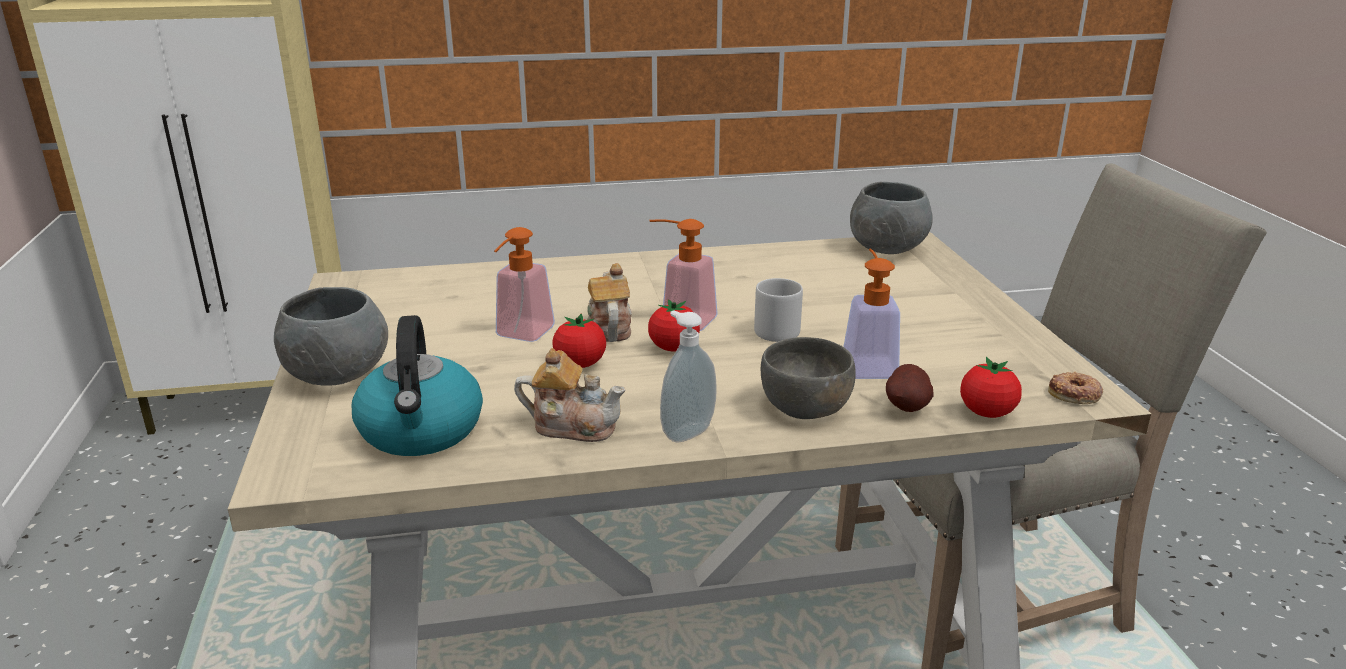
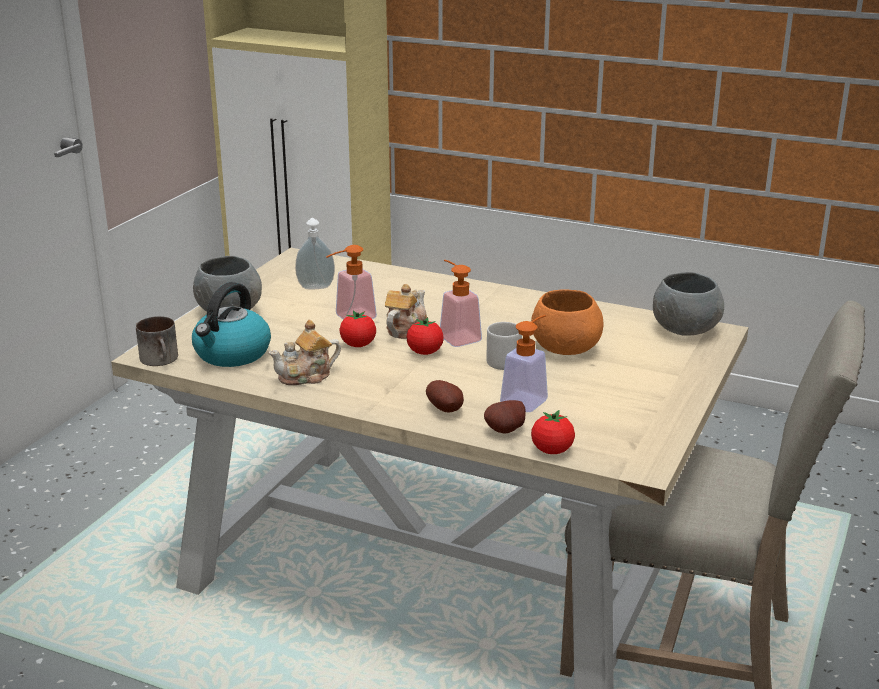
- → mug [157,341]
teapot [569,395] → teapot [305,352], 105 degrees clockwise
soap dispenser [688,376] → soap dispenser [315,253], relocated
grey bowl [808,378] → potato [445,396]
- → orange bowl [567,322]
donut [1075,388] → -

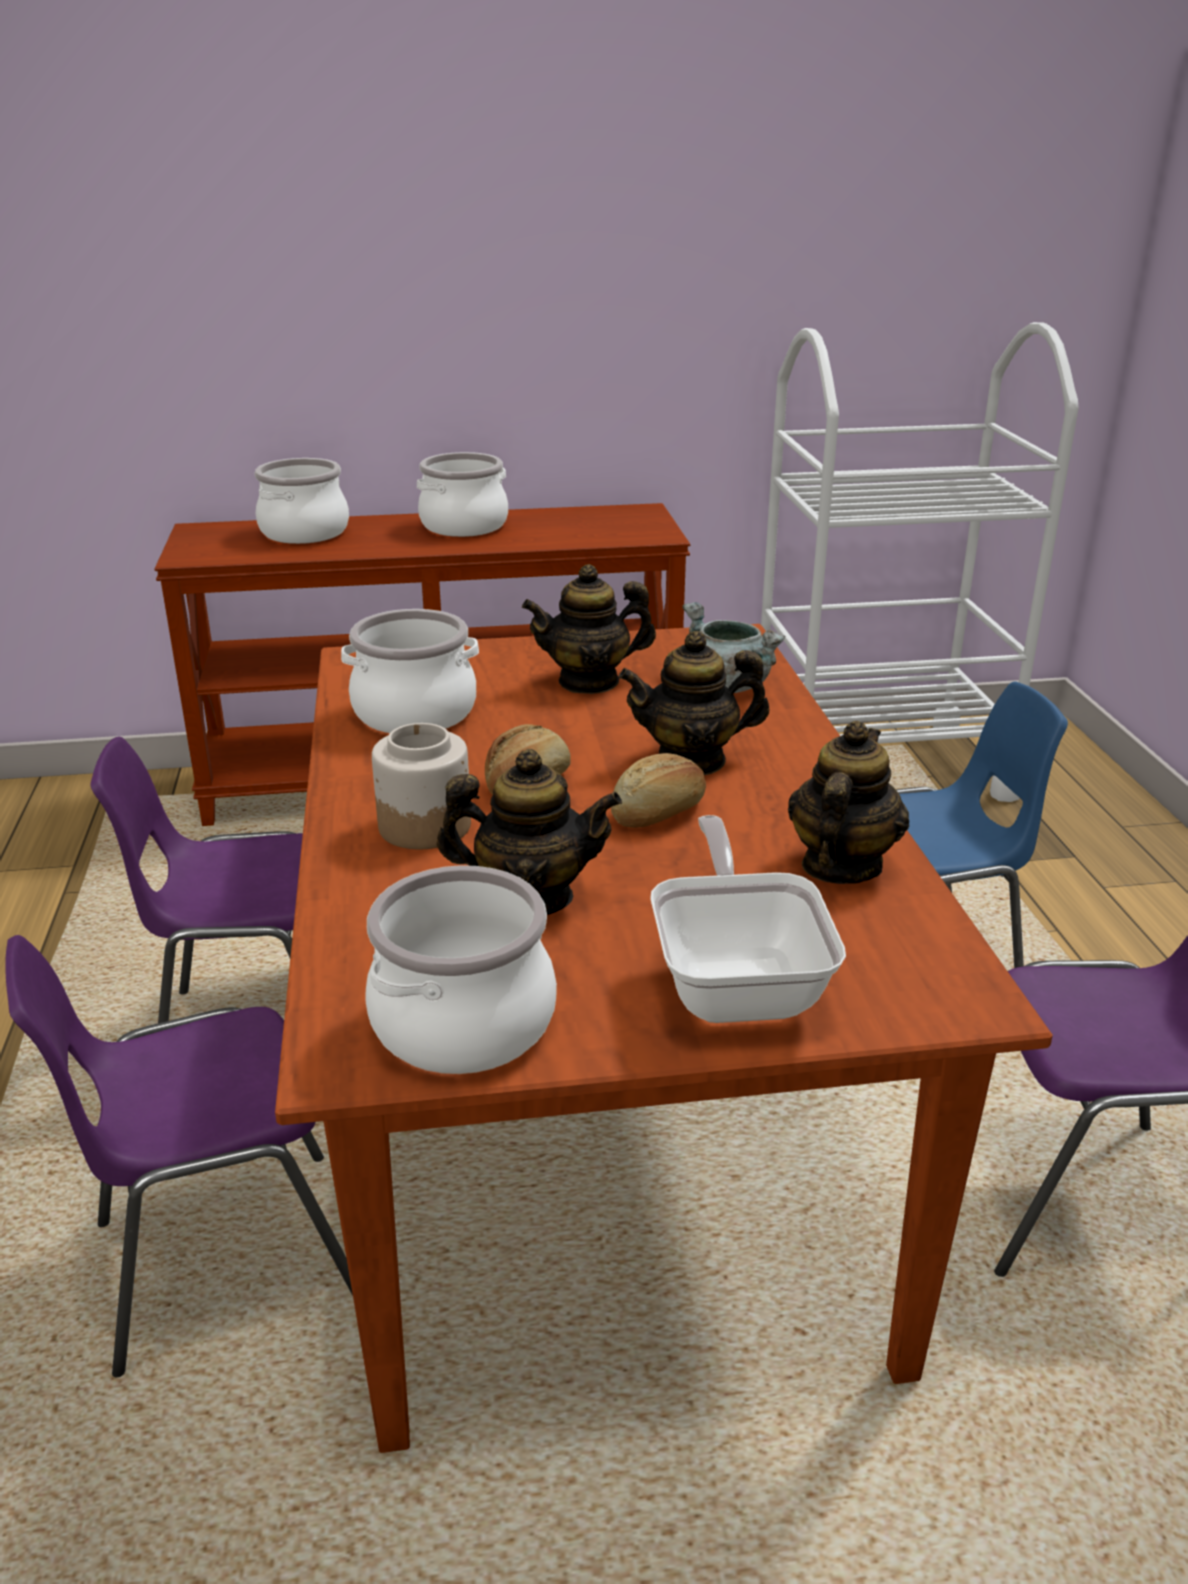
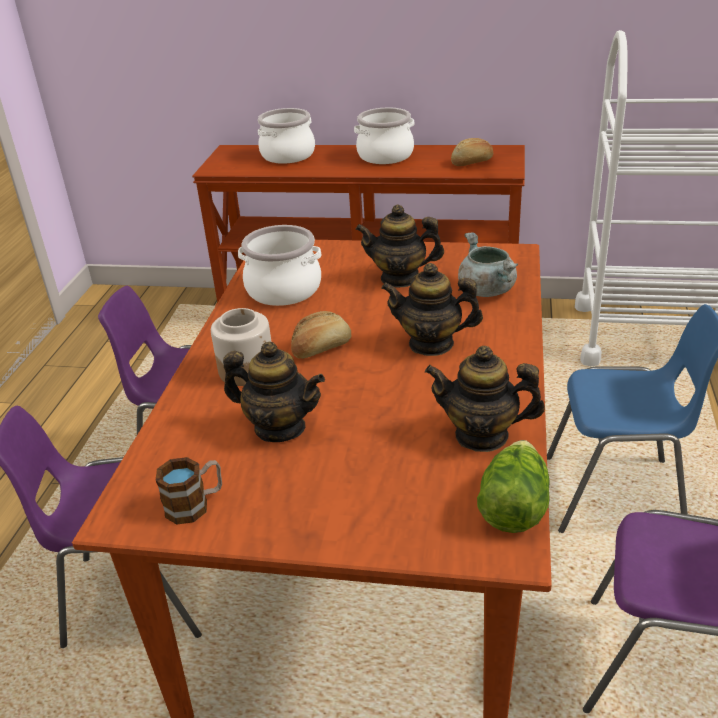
cooking pot [461,969] → mug [188,491]
teapot [848,802] → teapot [485,399], 120 degrees counterclockwise
bread [658,790] → bread [472,152], relocated
- → lettuce [513,486]
frying pan [748,919] → -

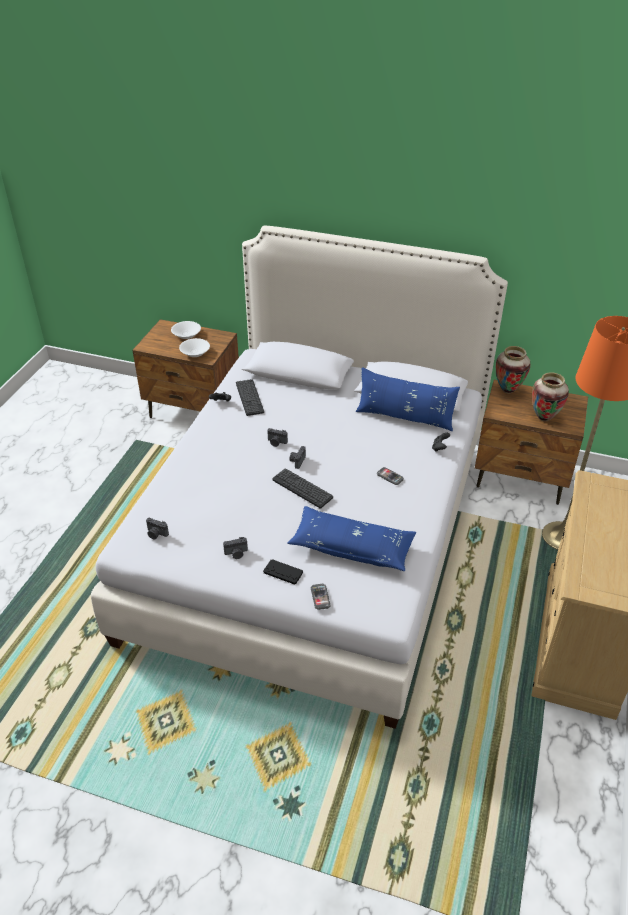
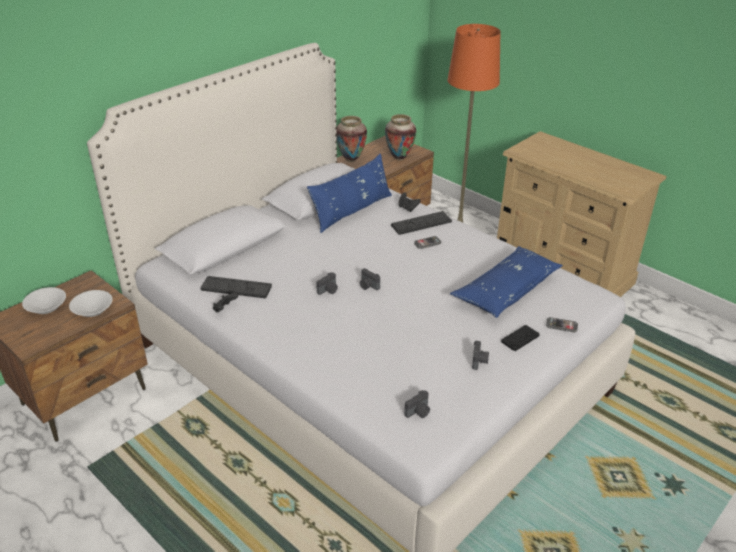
keyboard [302,488] → keyboard [421,223], relocated

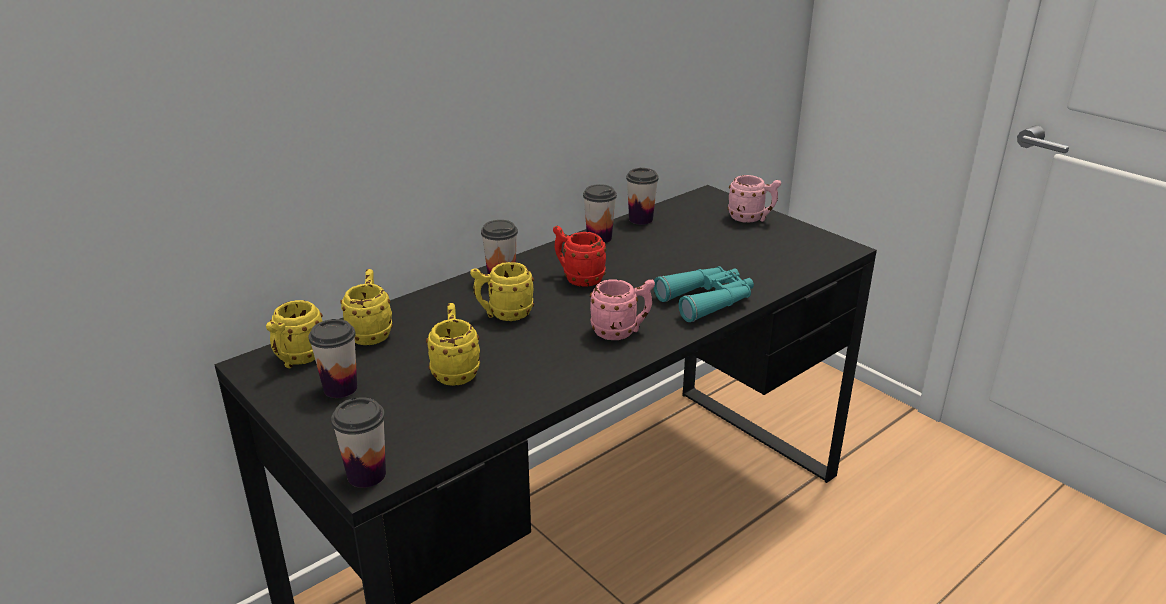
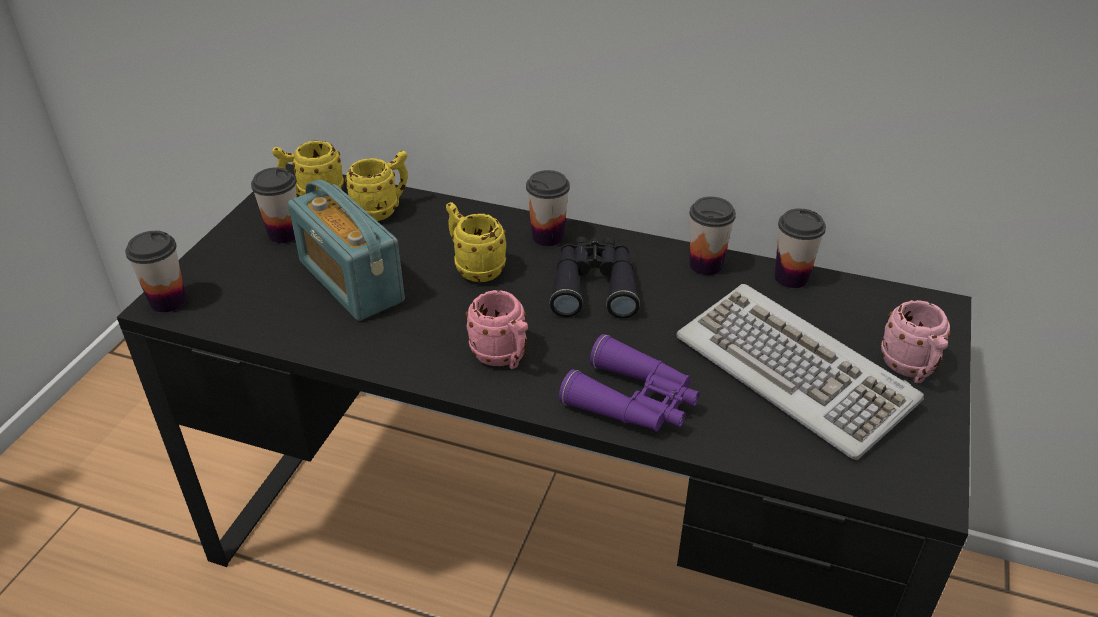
yellow mug [453,344] → radio [346,250]
red mug [579,256] → black binoculars [595,277]
turquoise binoculars [704,294] → purple binoculars [629,383]
- → keyboard [800,372]

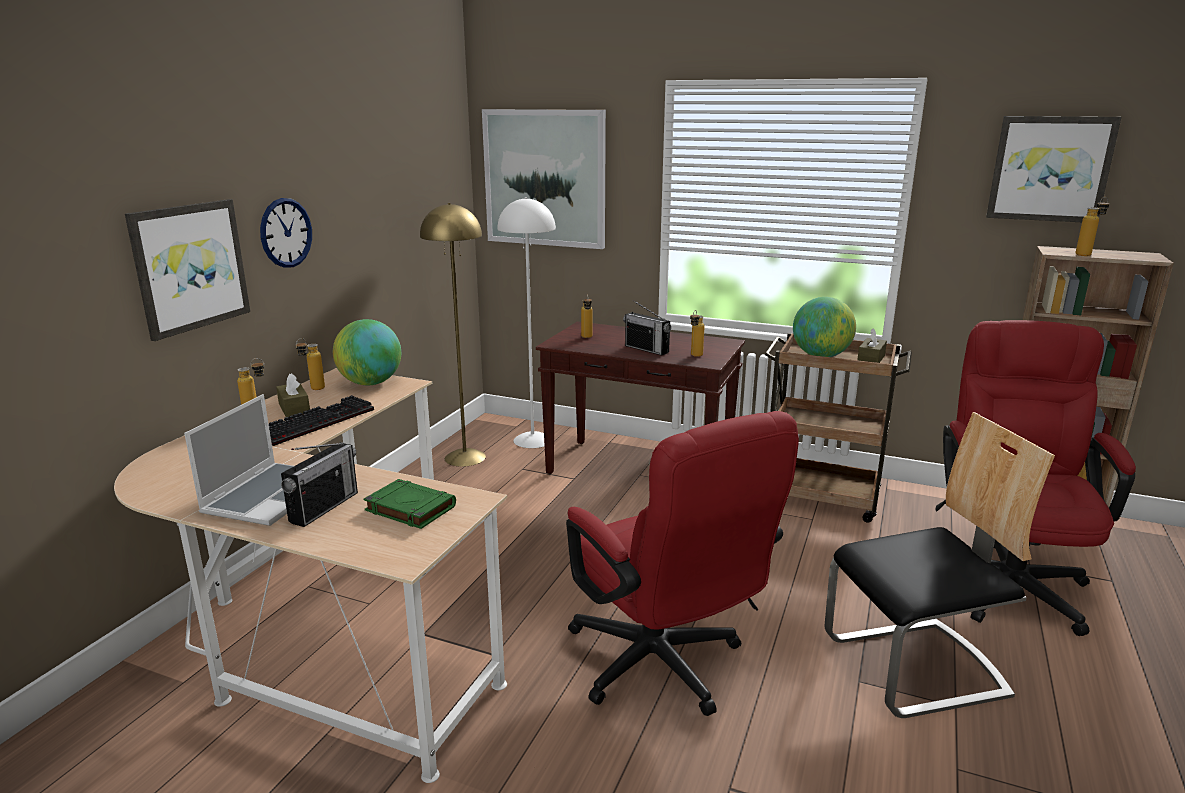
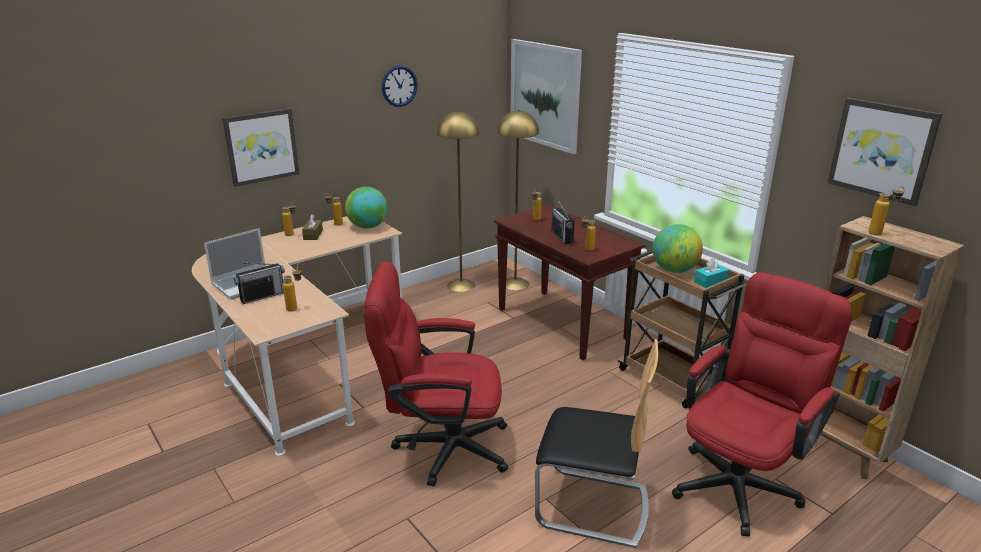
green book [410,504] → bottle [292,289]
red office chair [682,563] → red office chair [436,374], 90 degrees clockwise
wall clock [286,233] → wall clock [399,86], relocated
white floor lamp [527,322] → yellow floor lamp [518,200]
brown tissue box [872,345] → turquoise tissue box [711,272]
keyboard [321,420] → -

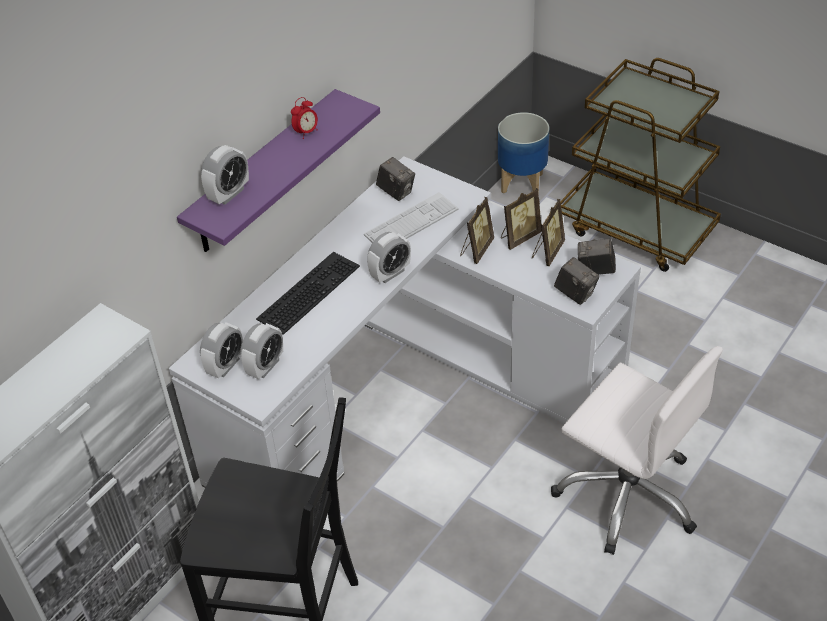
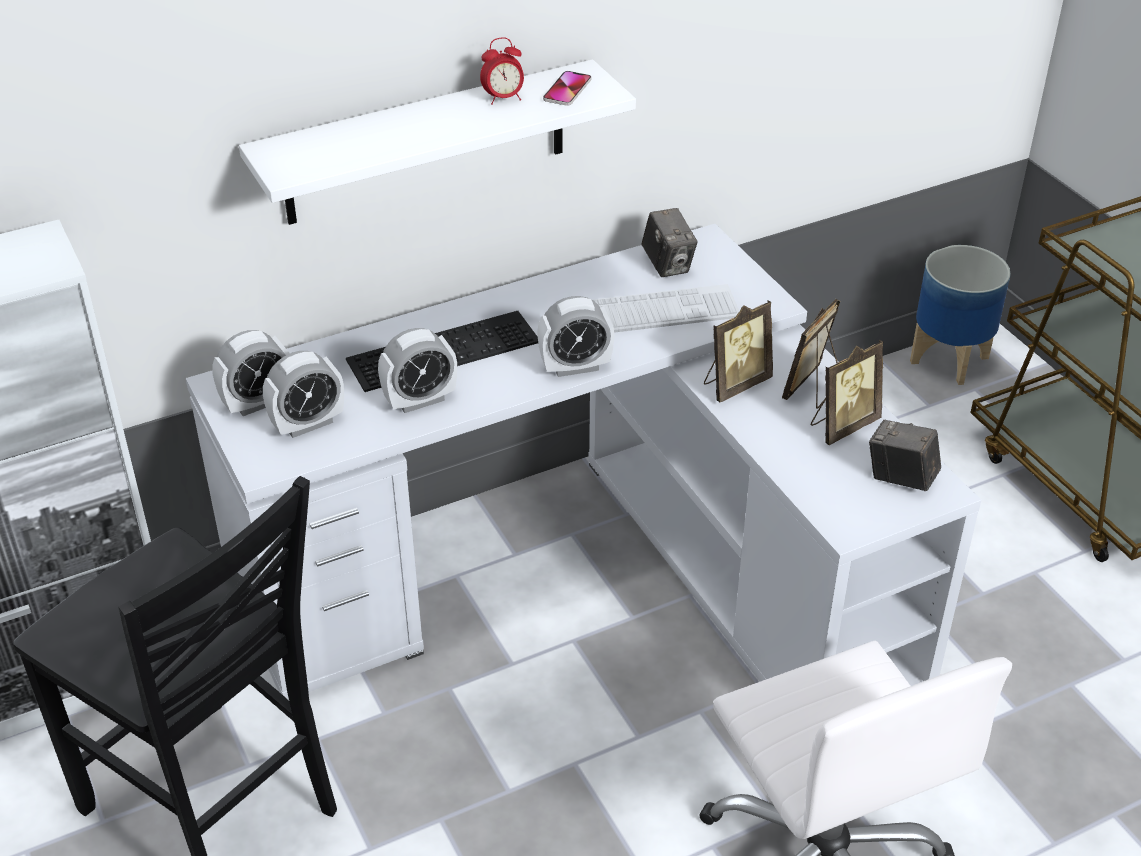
purple shelf [278,170] → white shelf [437,142]
alarm clock [225,175] → alarm clock [417,370], relocated
- → phone [567,88]
picture frame [521,219] → picture frame [811,354], 135 degrees clockwise
photo camera [577,281] → -

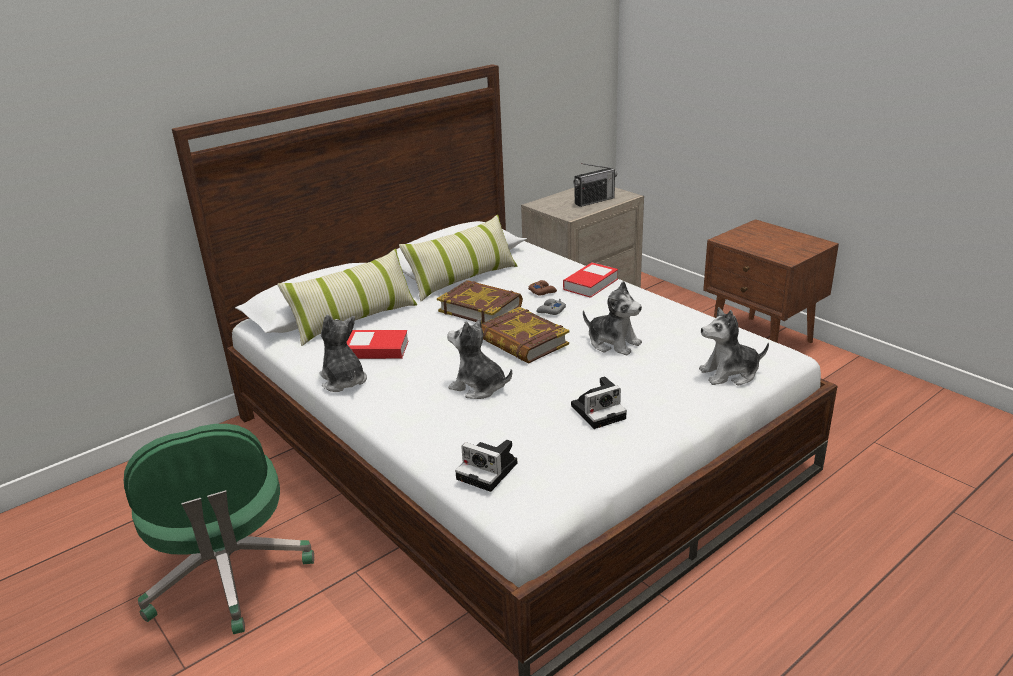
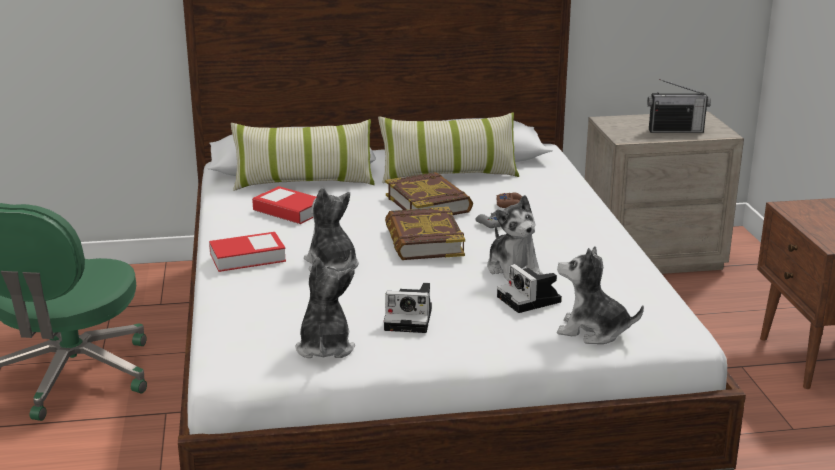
book [590,280] → book [247,252], relocated
plush toy [343,353] → plush toy [325,307], relocated
photo camera [486,466] → photo camera [529,288], relocated

